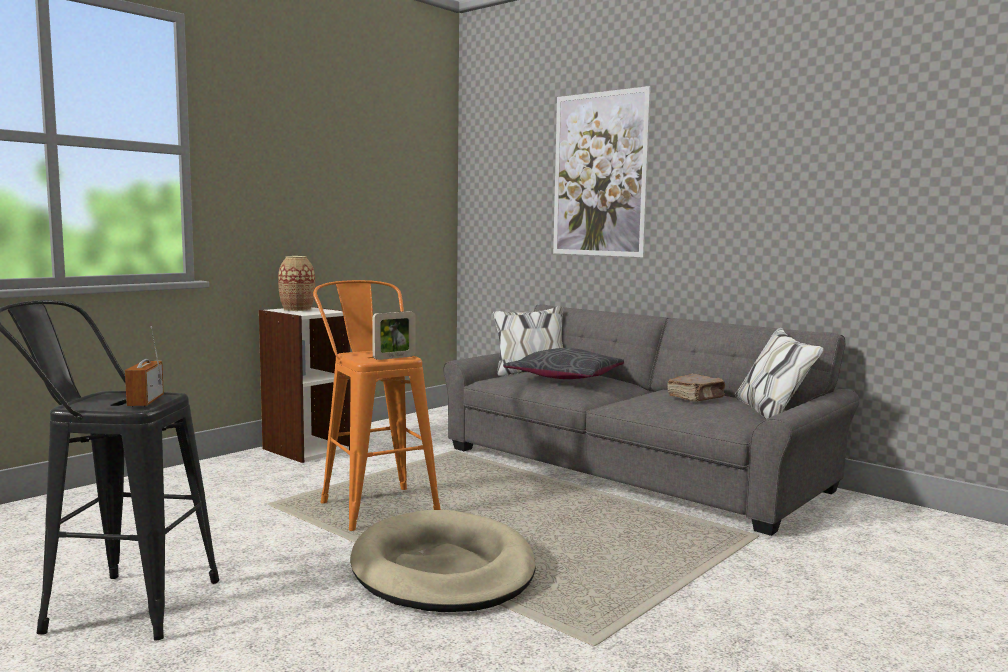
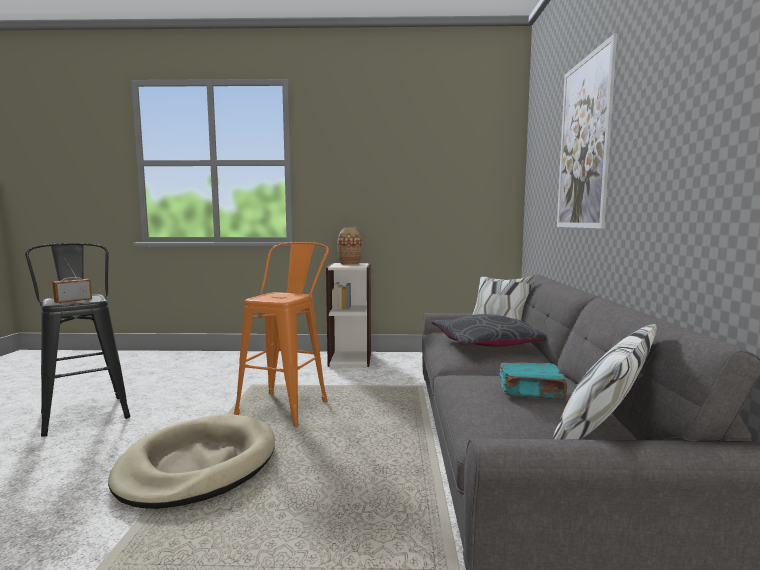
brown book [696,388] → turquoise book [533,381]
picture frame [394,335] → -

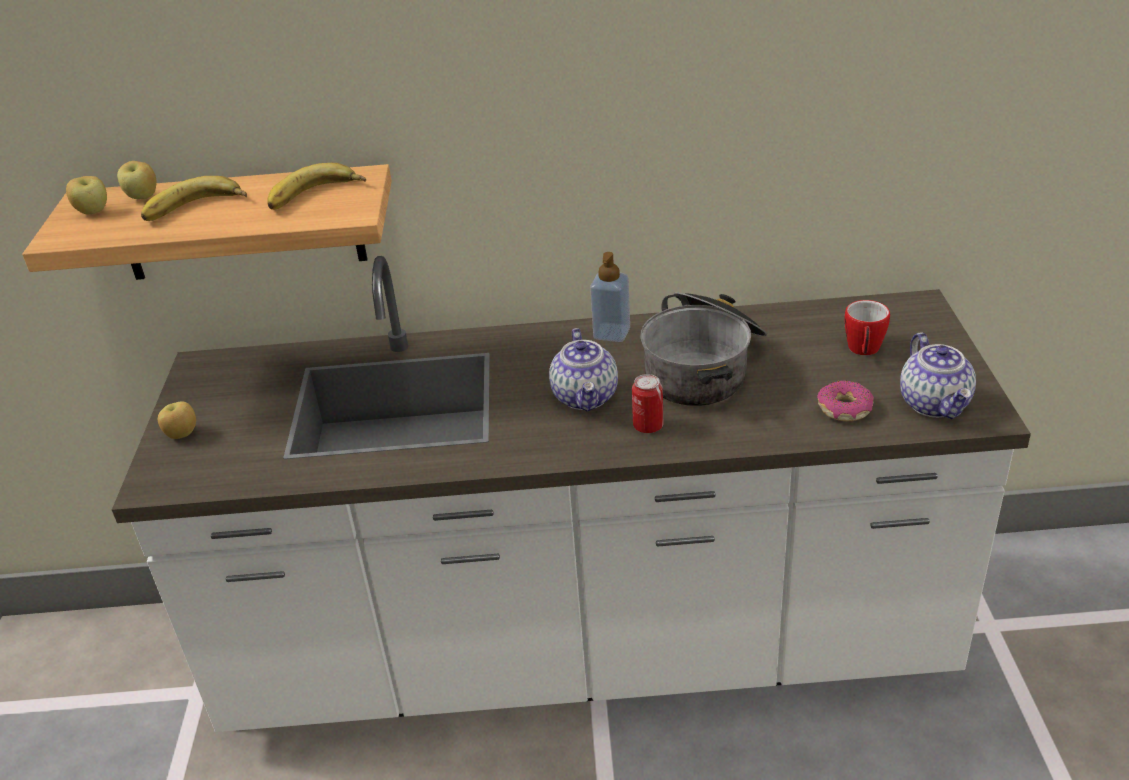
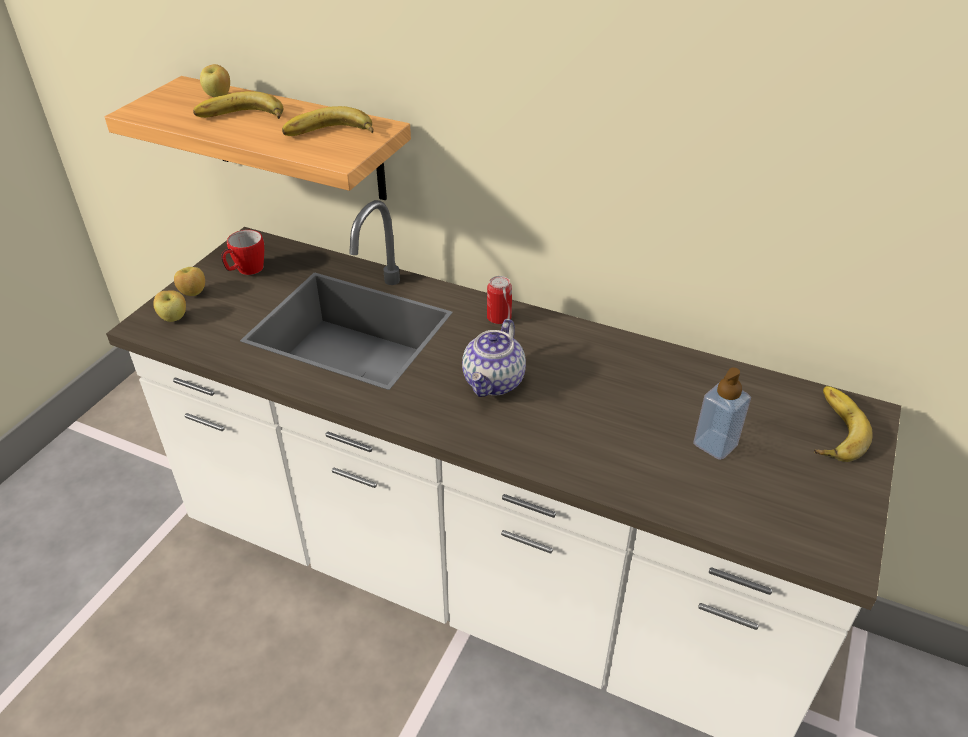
apple [86,195] → apple [169,306], relocated
mug [867,327] → mug [242,252], relocated
can [647,403] → can [499,300], relocated
soap dispenser [610,297] → soap dispenser [722,413], relocated
- → banana [843,424]
cooking pot [703,349] → -
donut [845,401] → -
teapot [938,376] → -

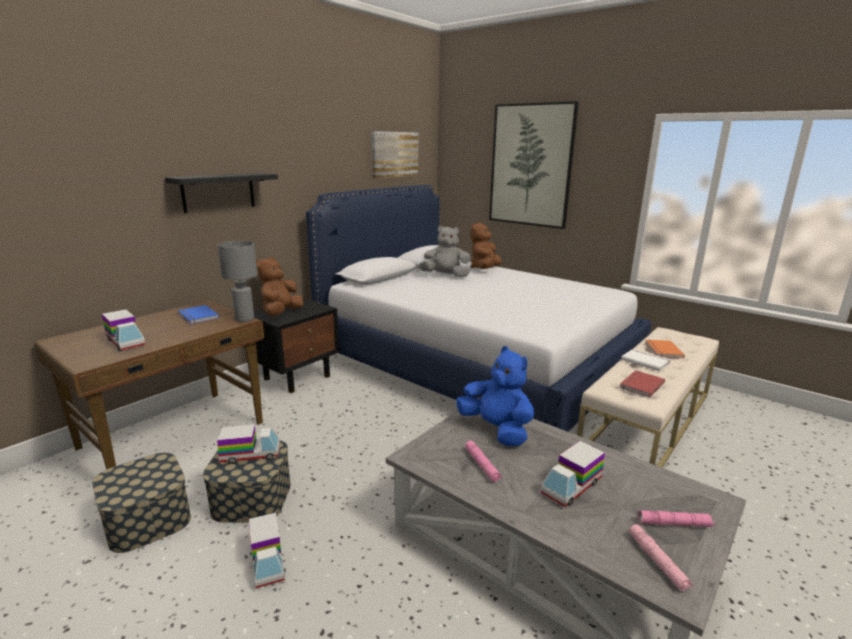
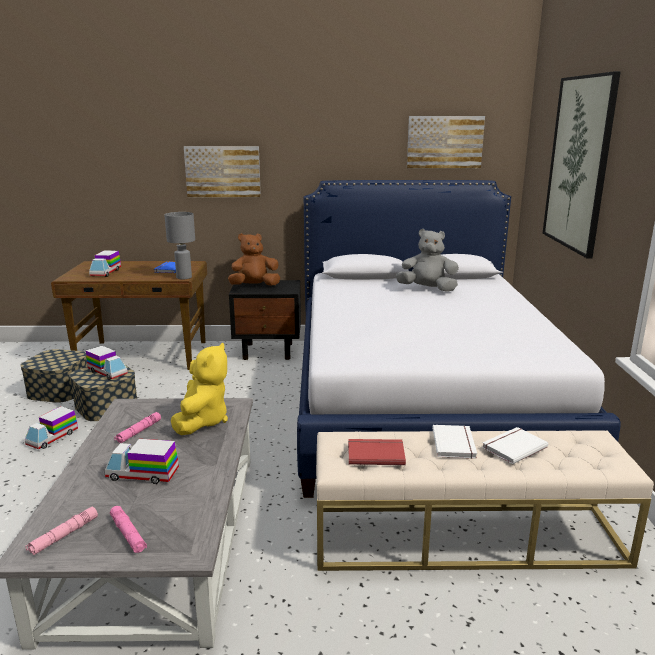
blue plush toy [495,396] → yellow plush toy [199,388]
black shelf [221,193] → picture [222,171]
grey plush toy [445,251] → grey plush toy [427,260], 45 degrees counterclockwise
orange book [665,349] → white book [515,445]
brown plush toy [486,245] → -

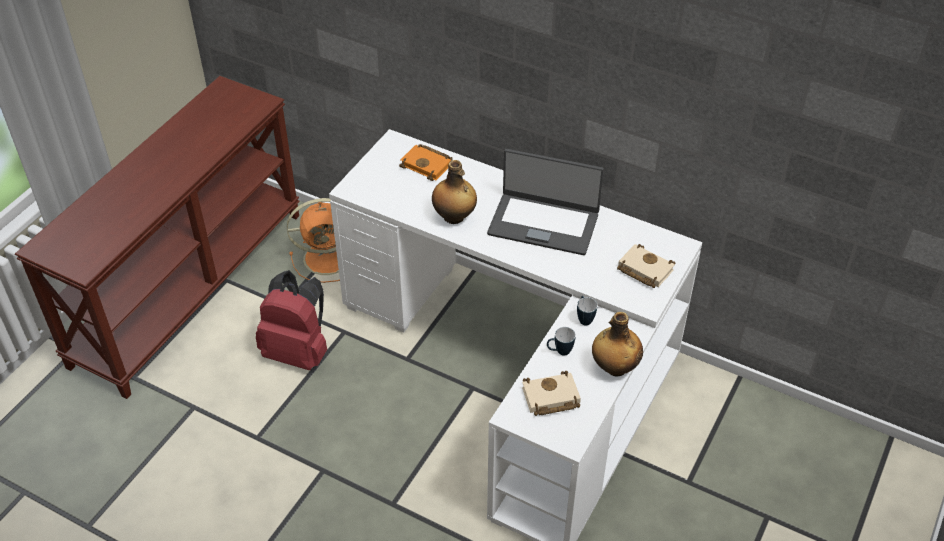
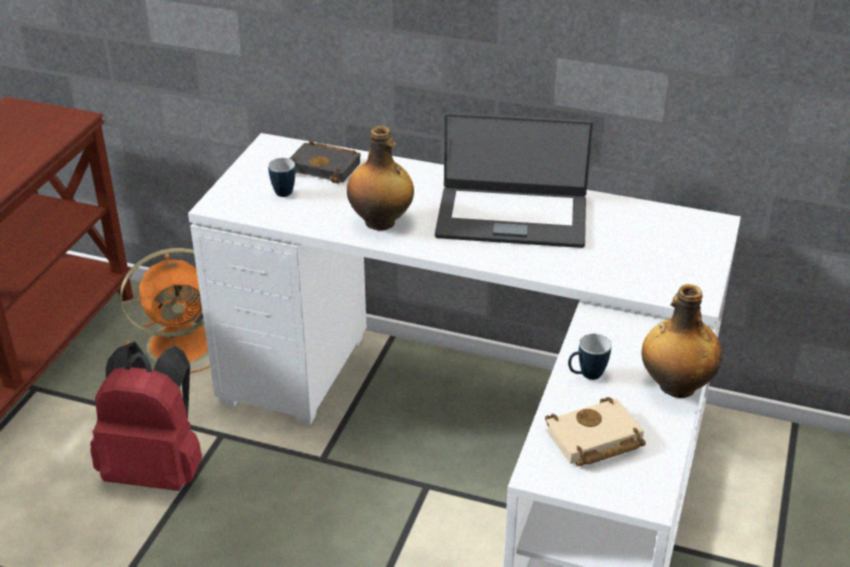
mug [587,310] → mug [281,177], relocated
orange book [426,162] → black book [325,162]
beige book [646,266] → -

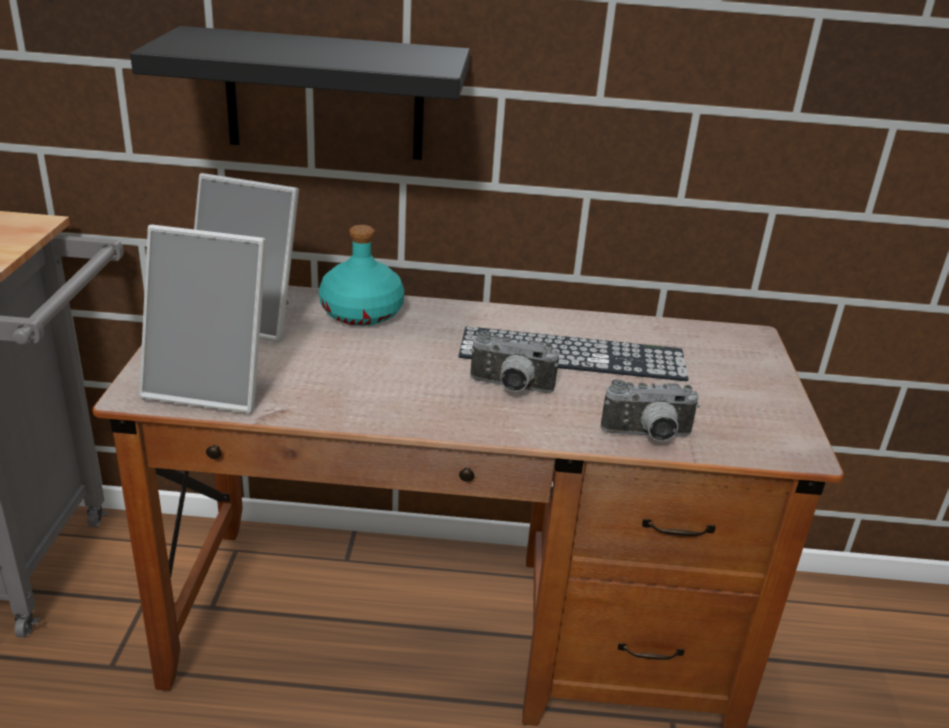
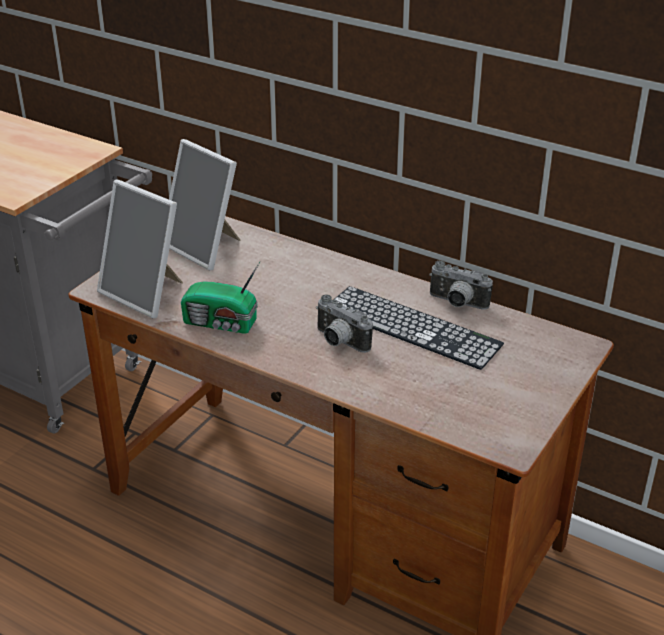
- → radio [220,298]
photo camera [650,410] → photo camera [461,285], relocated
black shelf [300,93] → -
turquoise bottle [361,275] → -

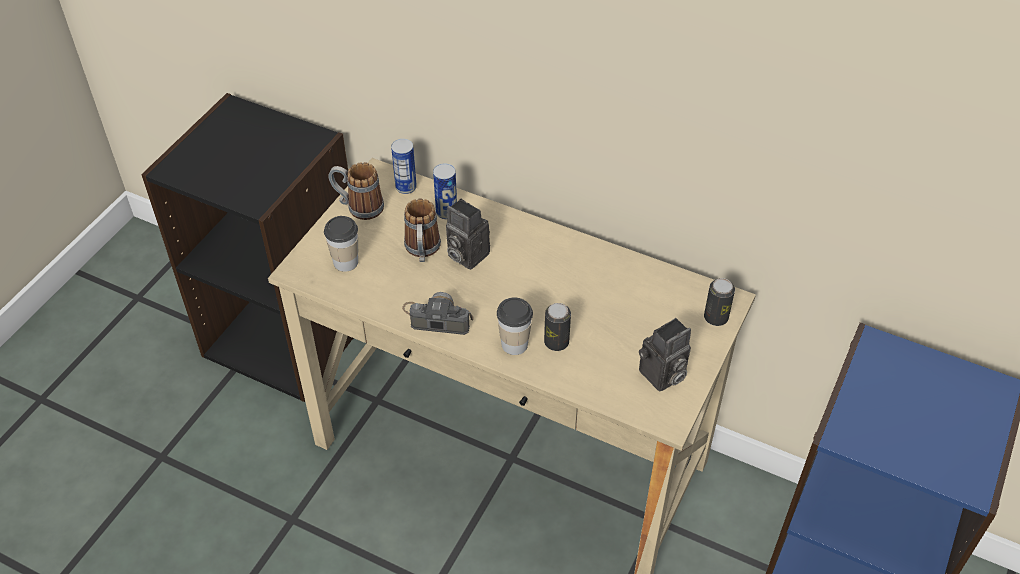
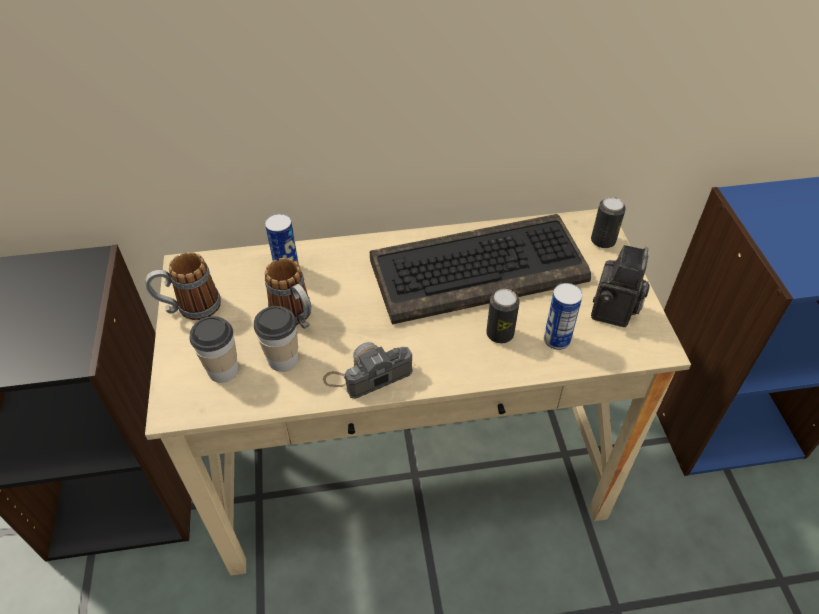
cup [515,326] → cup [276,339], relocated
- → keyboard [480,269]
can [404,166] → can [563,316], relocated
photo camera [468,234] → -

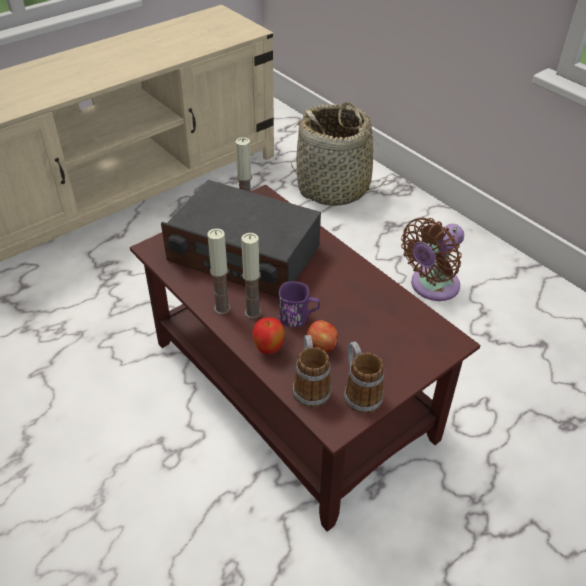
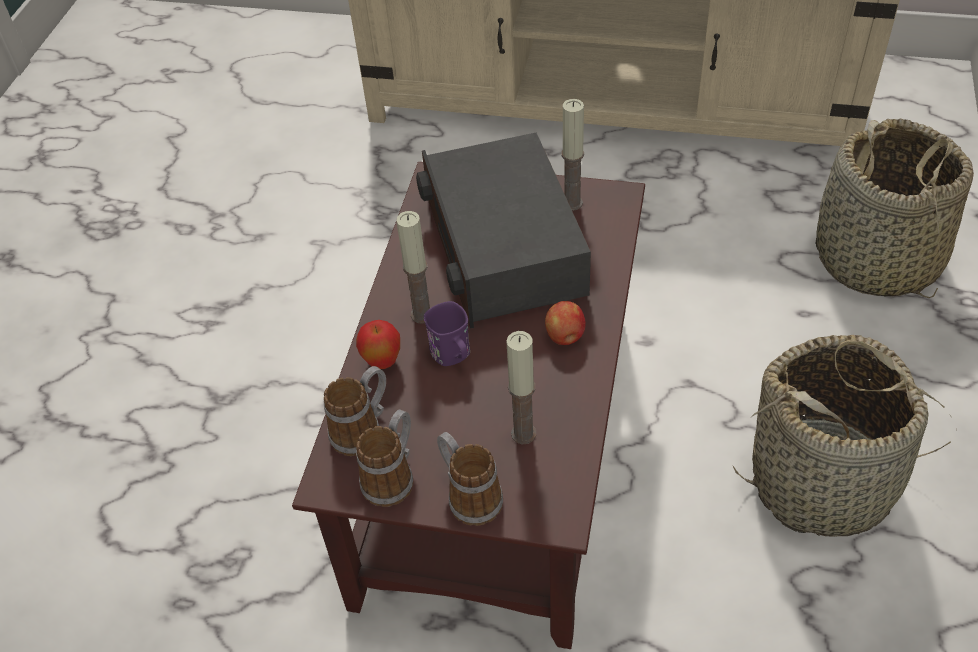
- → mug [470,479]
candle [219,271] → candle [521,387], relocated
apple [322,336] → apple [565,323], relocated
brown fan [432,259] → basket [845,435]

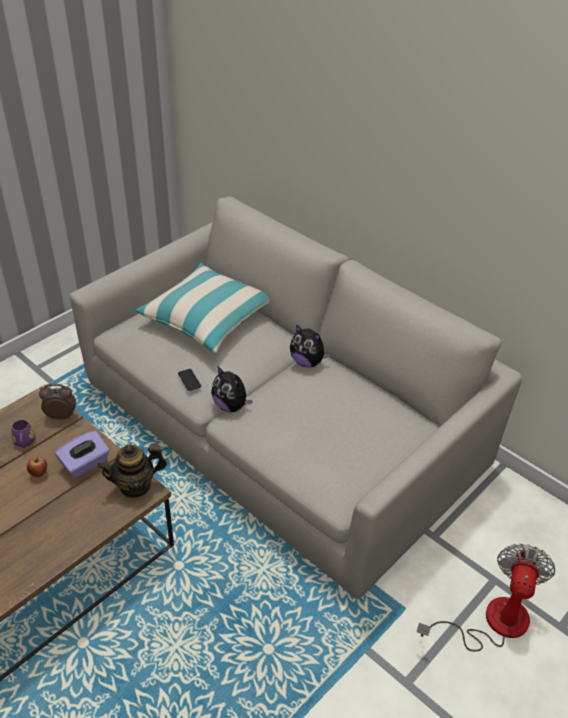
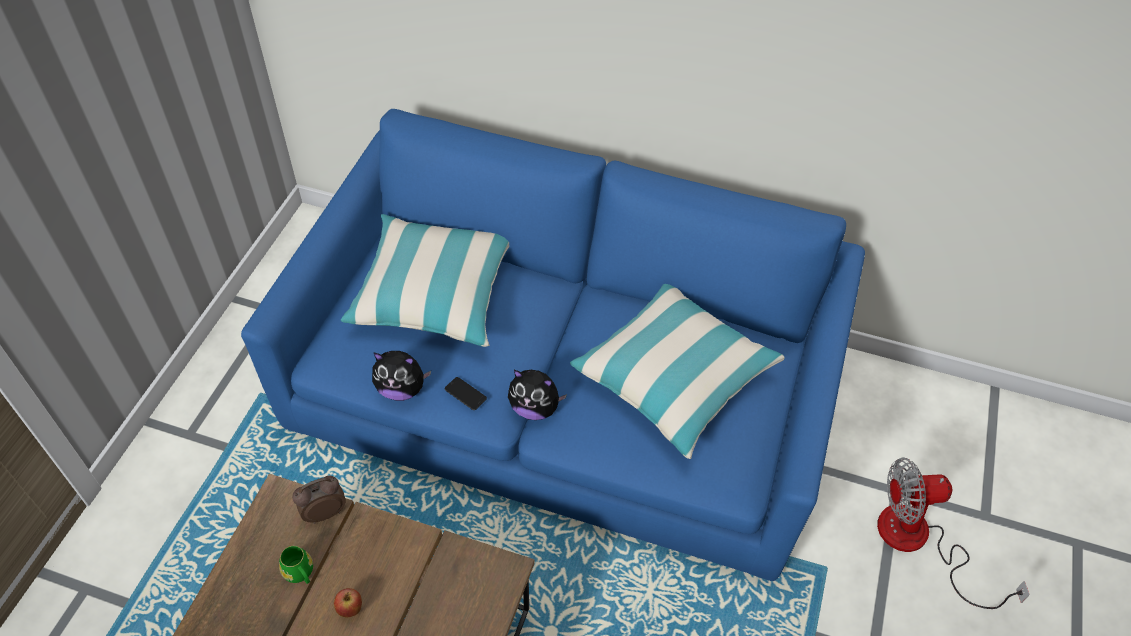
grey sofa [295,397] → blue sofa [553,345]
purple mug [23,434] → green mug [296,564]
plush toy [310,345] → plush toy [401,376], relocated
- → pillow [677,371]
fan [486,597] → fan [953,533], 90 degrees counterclockwise
purple tissue box [82,455] → -
teapot [132,471] → -

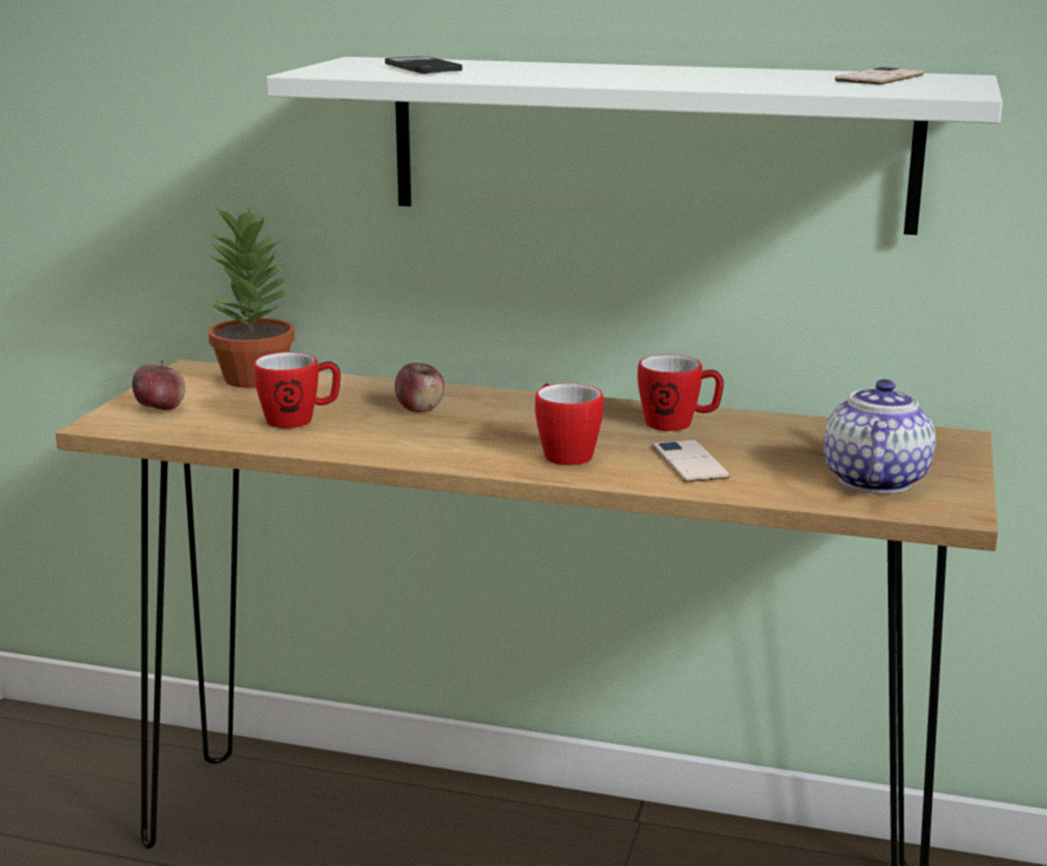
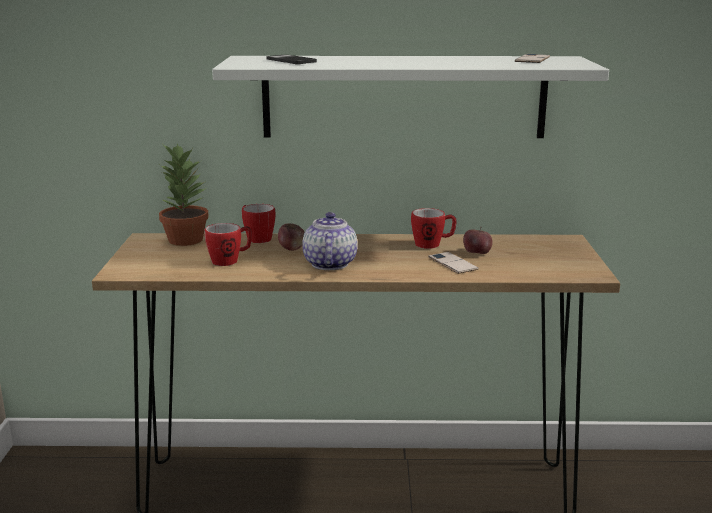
mug [569,424] → mug [258,223], relocated
teapot [880,436] → teapot [330,241], relocated
apple [158,385] → apple [478,240], relocated

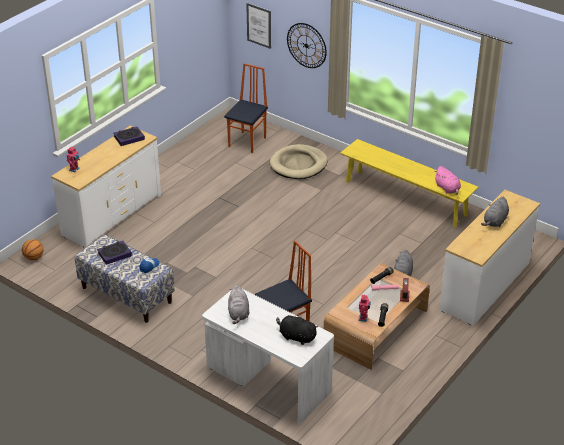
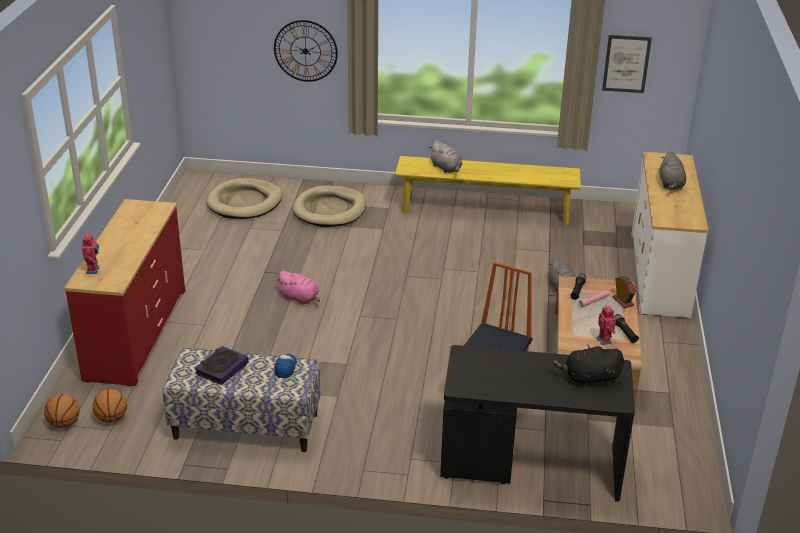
white dresser [106,187] → red dresser [124,292]
- → basketball [110,406]
chair [246,108] → beige dog bed [244,198]
pink plush toy [447,180] → pink plush toy [297,288], relocated
grey plush toy [239,304] → grey plush toy [445,156], relocated
white desk [268,356] → black desk [537,423]
picture [258,26] → picture [627,64], relocated
book [129,136] → -

